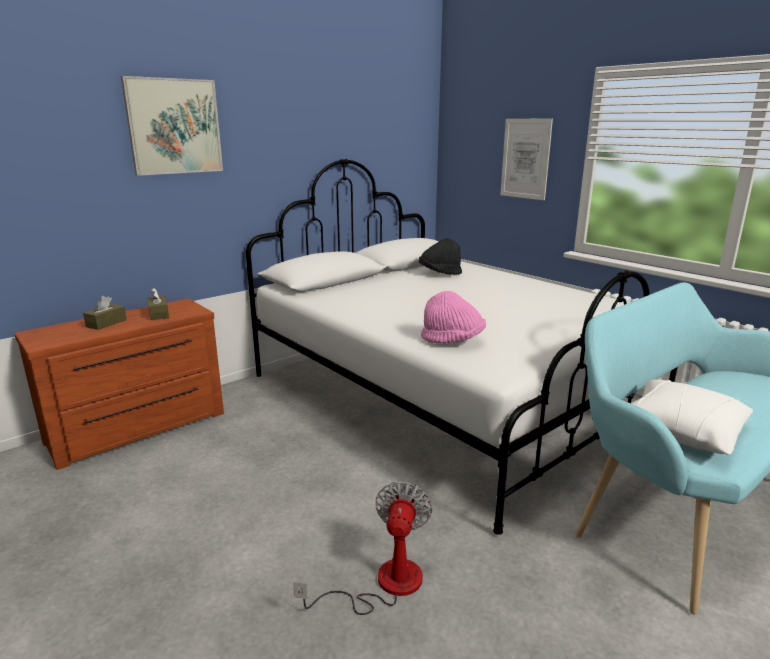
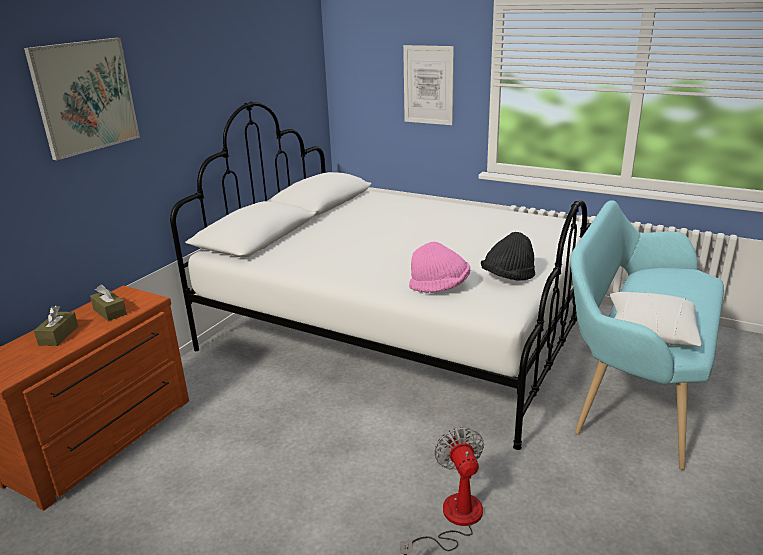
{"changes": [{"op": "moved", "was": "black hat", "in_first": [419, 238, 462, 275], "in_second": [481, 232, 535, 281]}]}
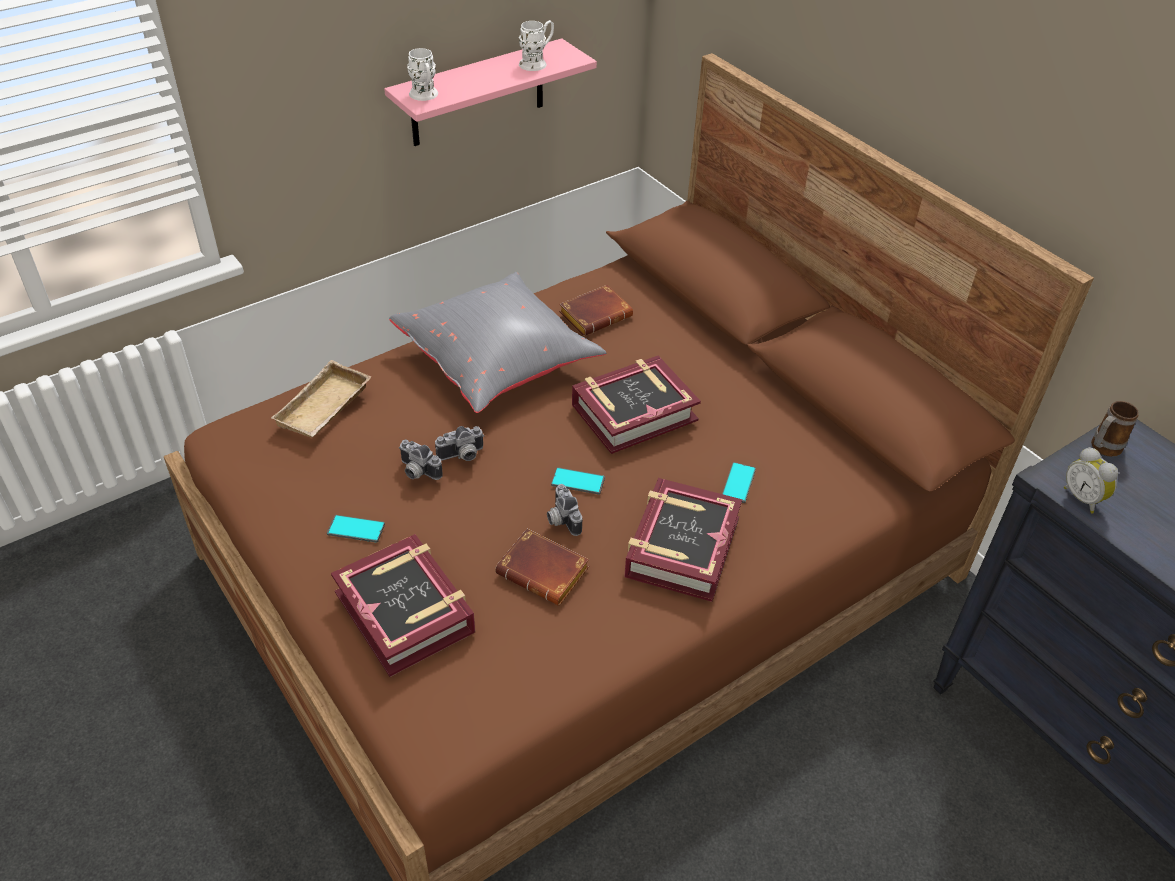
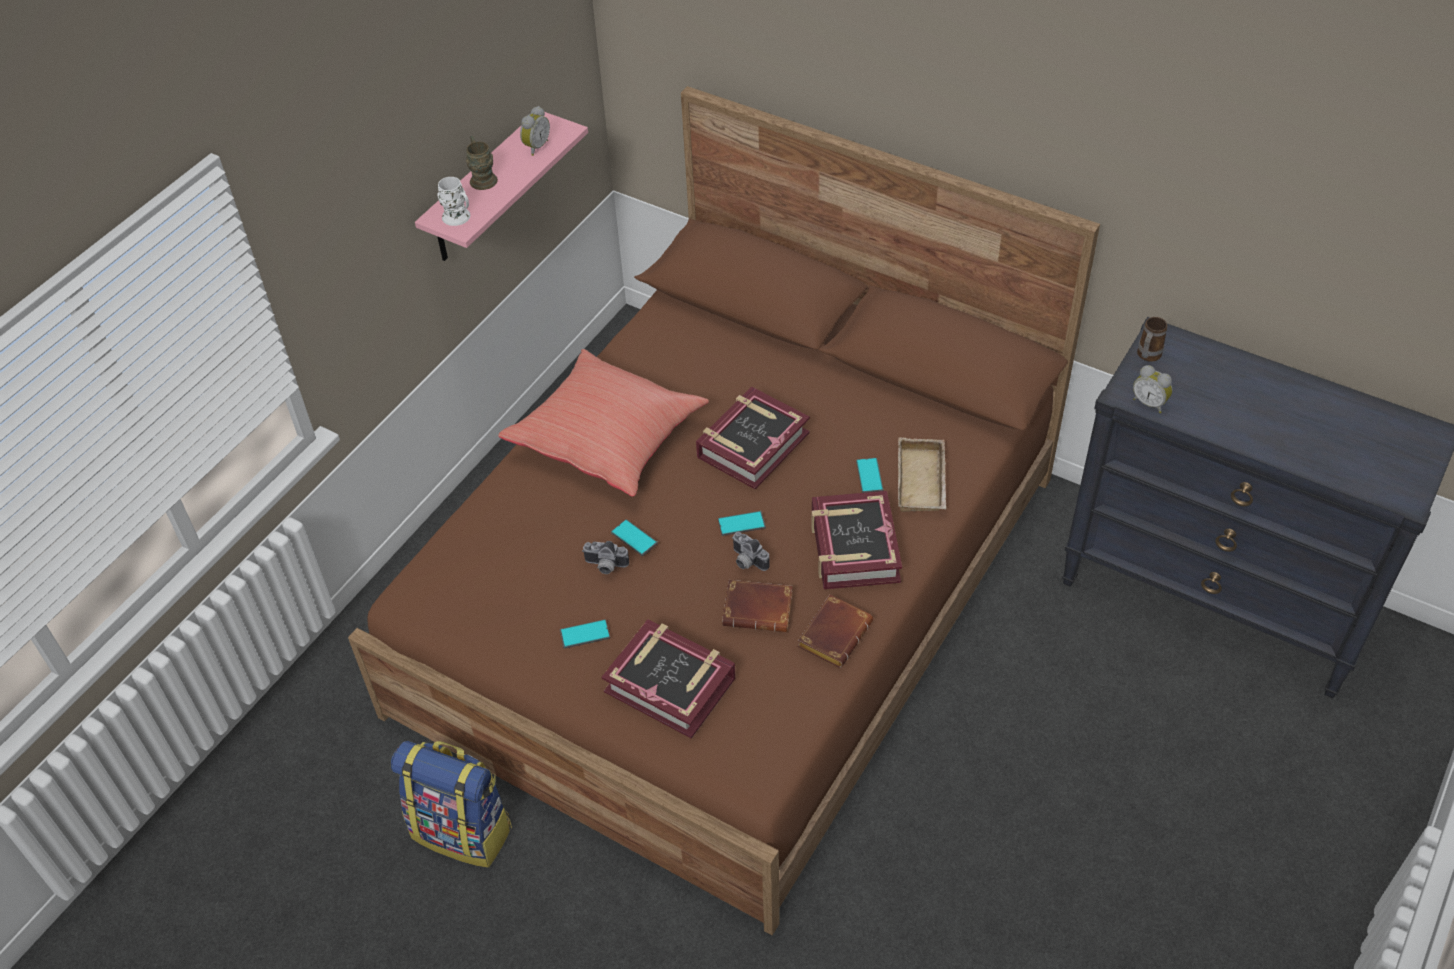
{"changes": [{"op": "added", "now": "backpack", "in_second": [391, 741, 512, 868]}, {"op": "added", "now": "brown mug", "in_second": [466, 136, 498, 190]}, {"op": "recoloured", "was": "grey pillow", "now": "red pillow", "in_first": [389, 272, 606, 413], "in_second": [498, 349, 709, 497]}, {"op": "replaced", "was": "white mug", "now": "alarm clock", "in_first": [519, 20, 554, 71], "in_second": [520, 106, 550, 156]}, {"op": "replaced", "was": "photo camera", "now": "phone", "in_first": [435, 426, 485, 461], "in_second": [611, 519, 658, 556]}, {"op": "moved", "was": "brown book", "in_first": [559, 285, 633, 336], "in_second": [797, 594, 873, 668]}, {"op": "moved", "was": "beige tray", "in_first": [271, 360, 372, 438], "in_second": [898, 437, 946, 512]}]}
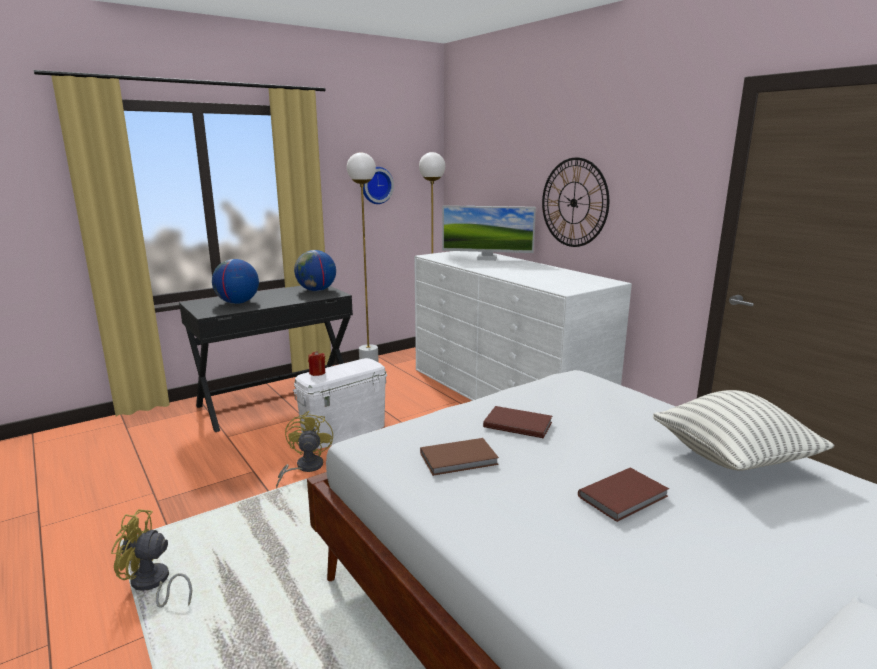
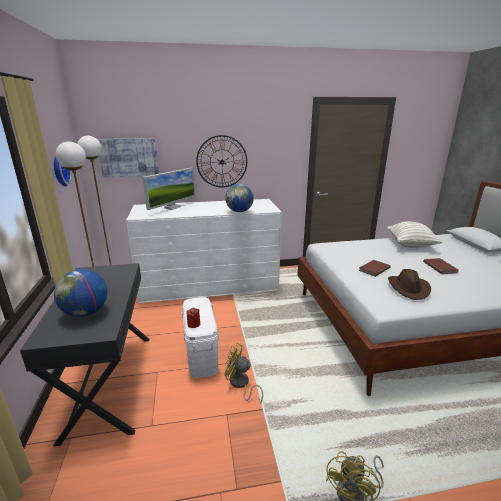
{"changes": [{"op": "added", "now": "picture", "in_second": [97, 138, 159, 177]}, {"op": "moved", "was": "globe", "in_first": [294, 250, 336, 291], "in_second": [225, 184, 254, 212]}, {"op": "replaced", "was": "brown book", "now": "brown hat", "in_first": [420, 438, 499, 476], "in_second": [388, 269, 431, 300]}]}
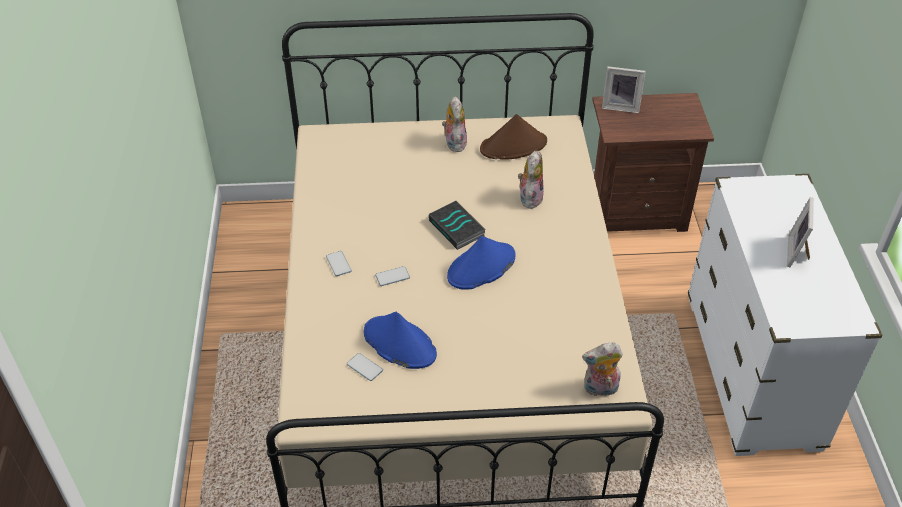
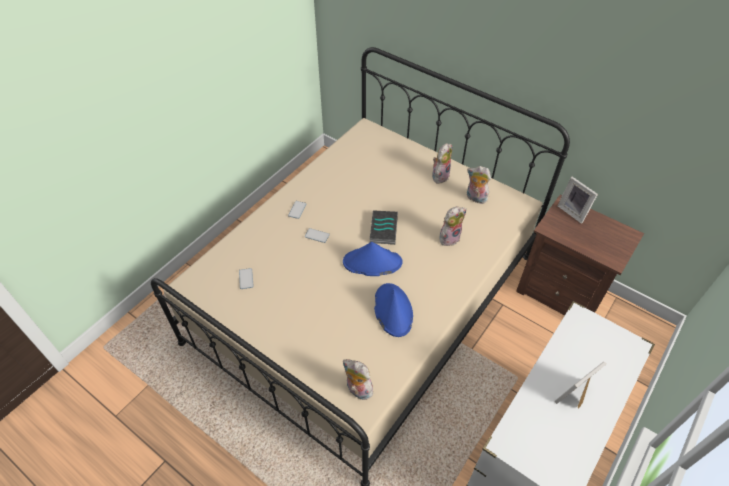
{"changes": [{"op": "moved", "was": "blue hat", "in_first": [364, 312, 437, 369], "in_second": [374, 283, 413, 337]}, {"op": "replaced", "was": "brown hat", "now": "plush toy", "in_first": [480, 114, 547, 160], "in_second": [467, 166, 491, 204]}]}
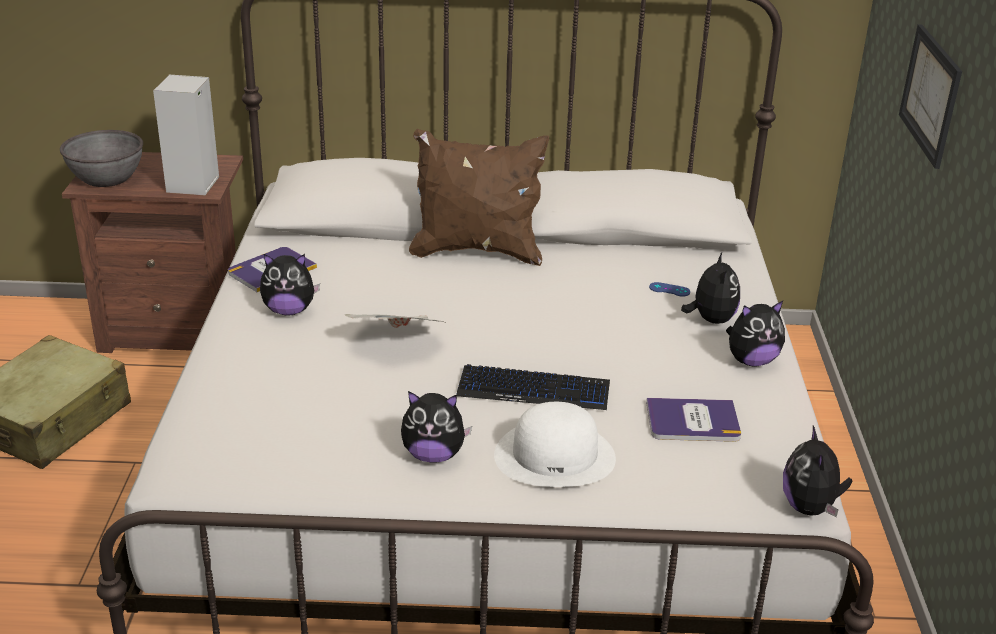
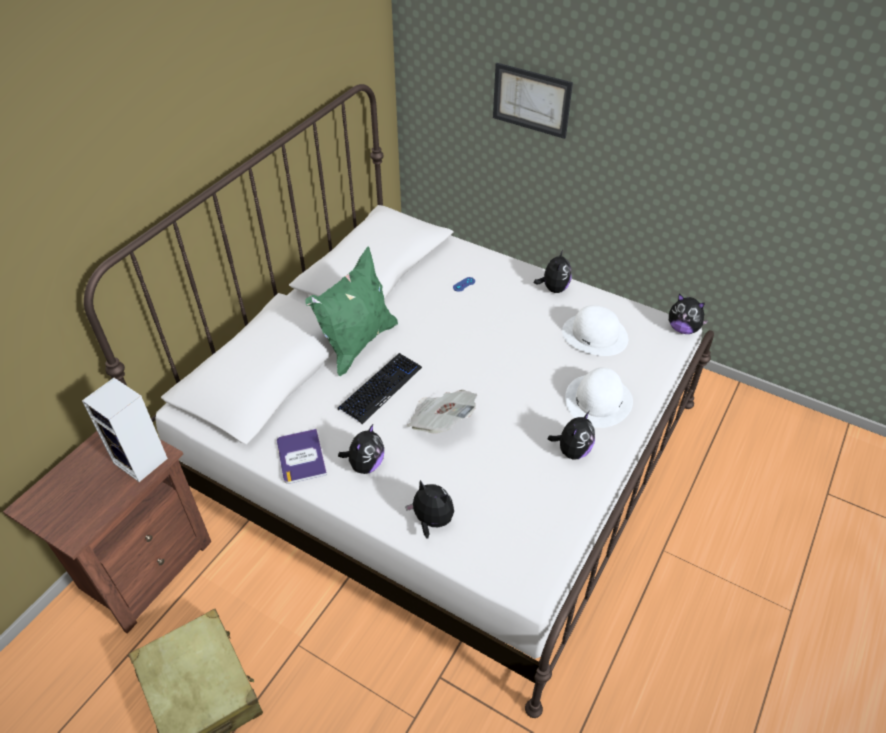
{"changes": [{"op": "recoloured", "was": "brown pillow", "now": "green pillow", "in_first": [409, 129, 549, 266], "in_second": [305, 246, 398, 376]}, {"op": "moved", "was": "keyboard", "in_first": [456, 364, 610, 410], "in_second": [338, 353, 422, 424]}, {"op": "moved", "was": "plush toy", "in_first": [681, 252, 740, 324], "in_second": [405, 480, 454, 539]}, {"op": "replaced", "was": "book", "now": "white hat", "in_first": [646, 398, 741, 442], "in_second": [562, 305, 628, 356]}, {"op": "removed", "was": "grey bowl", "in_first": [60, 130, 143, 187]}]}
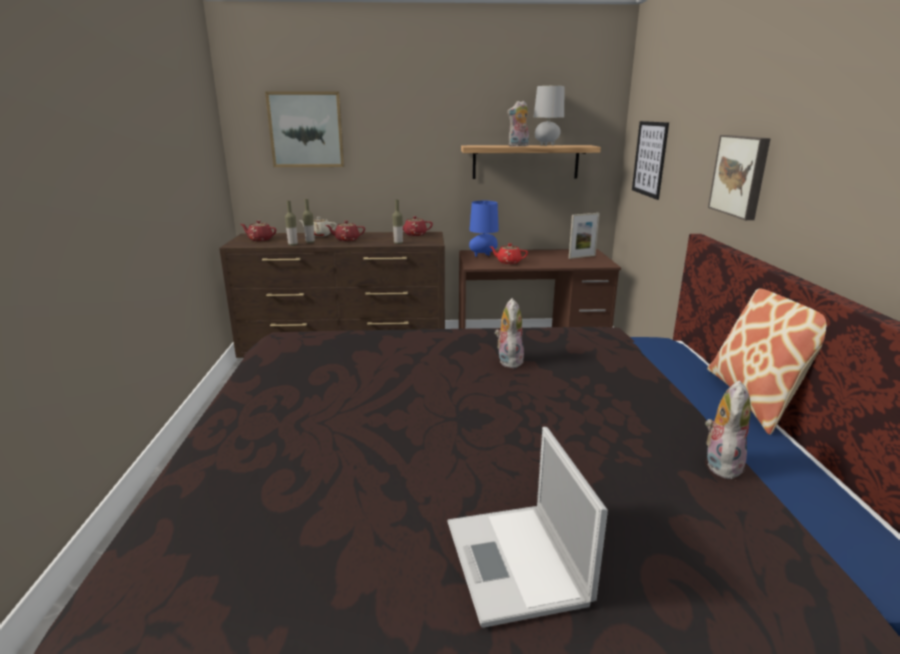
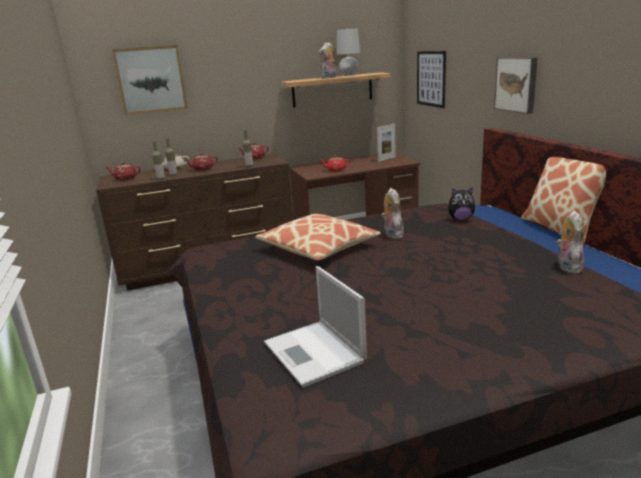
{"changes": [{"op": "added", "now": "pillow", "in_second": [255, 214, 381, 260]}, {"op": "moved", "was": "laptop", "in_first": [447, 427, 608, 628], "in_second": [264, 266, 367, 388]}, {"op": "added", "now": "plush toy", "in_second": [448, 187, 475, 220]}, {"op": "removed", "was": "blue table lamp", "in_first": [469, 201, 499, 257]}]}
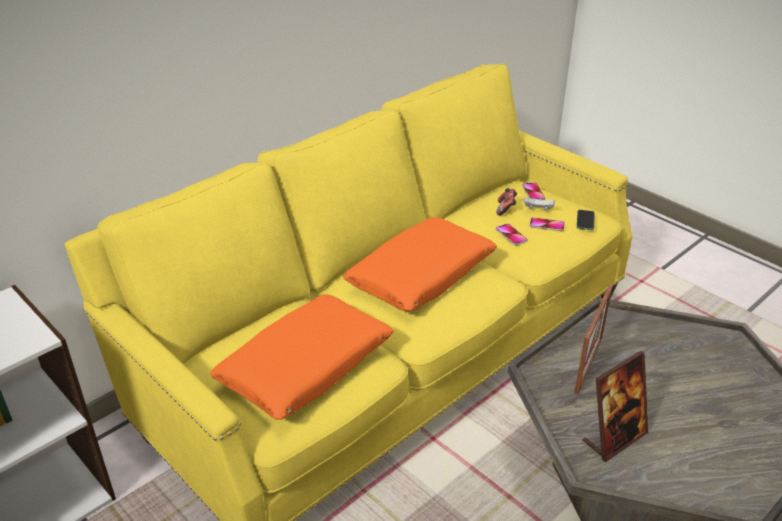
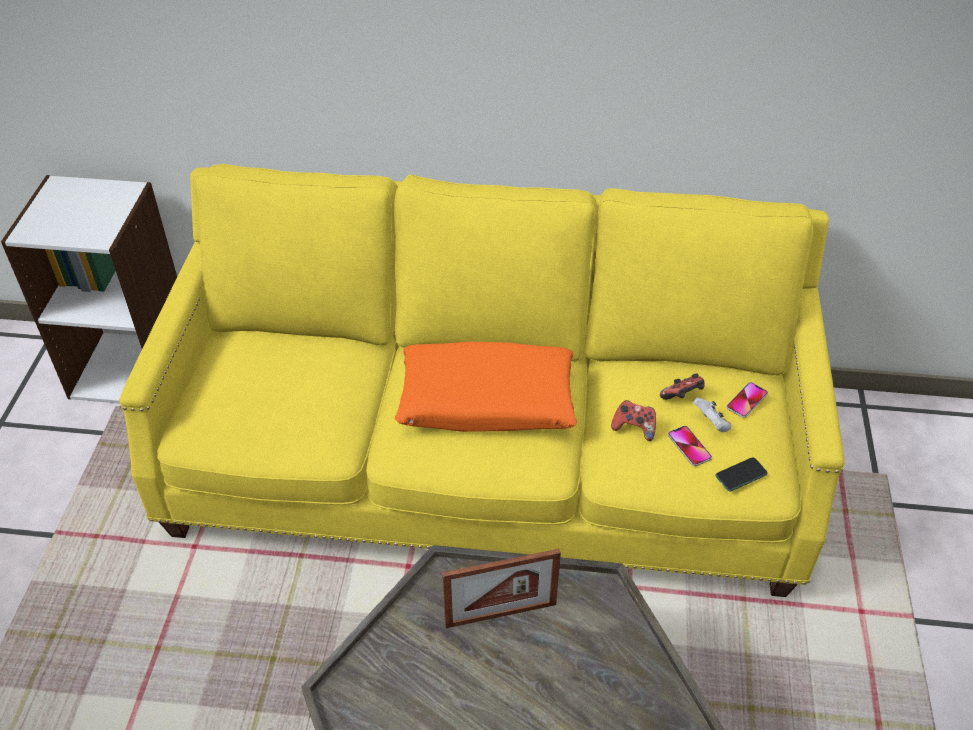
{"changes": [{"op": "replaced", "was": "phone", "now": "game controller", "in_first": [496, 224, 528, 245], "in_second": [611, 400, 656, 441]}, {"op": "removed", "was": "orange pillow", "in_first": [210, 294, 394, 420]}, {"op": "removed", "was": "picture frame", "in_first": [583, 351, 648, 462]}]}
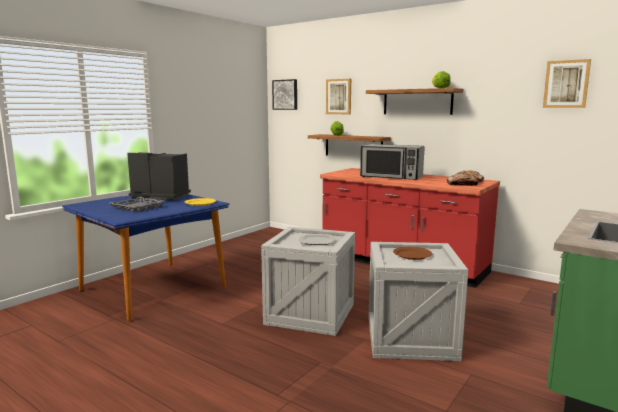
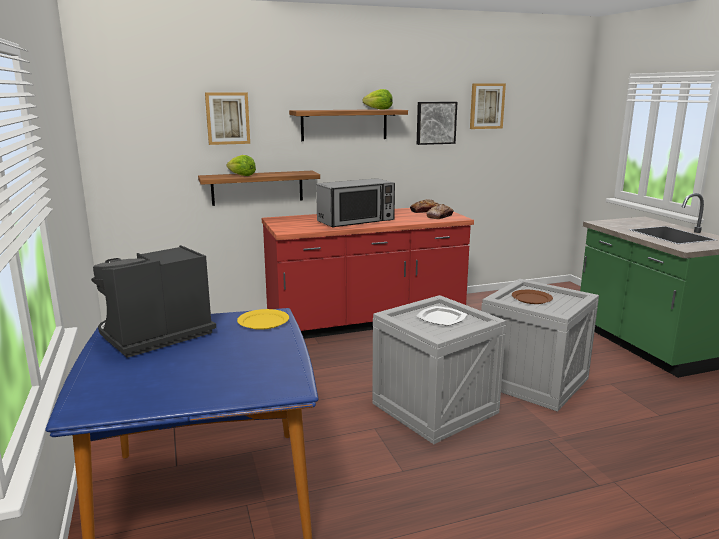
{"changes": [{"op": "moved", "was": "picture", "in_first": [272, 79, 297, 110], "in_second": [417, 102, 457, 145]}, {"op": "removed", "was": "grey tray", "in_first": [109, 197, 166, 212]}]}
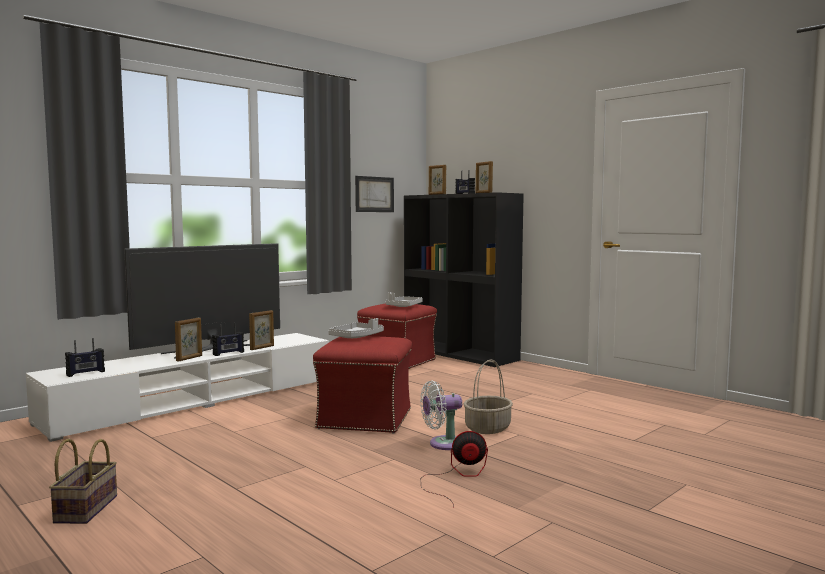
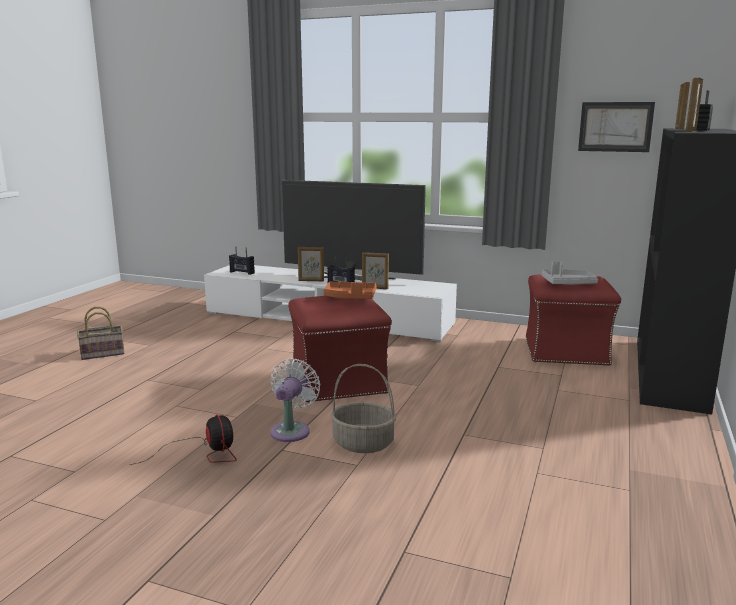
{"changes": [{"op": "turned", "was": "white fan", "in_first": [420, 381, 462, 450], "in_second": [270, 358, 320, 442], "clockwise": 60}, {"op": "recoloured", "was": "grey tray", "now": "orange tray", "in_first": [328, 318, 384, 338], "in_second": [324, 281, 377, 299]}]}
